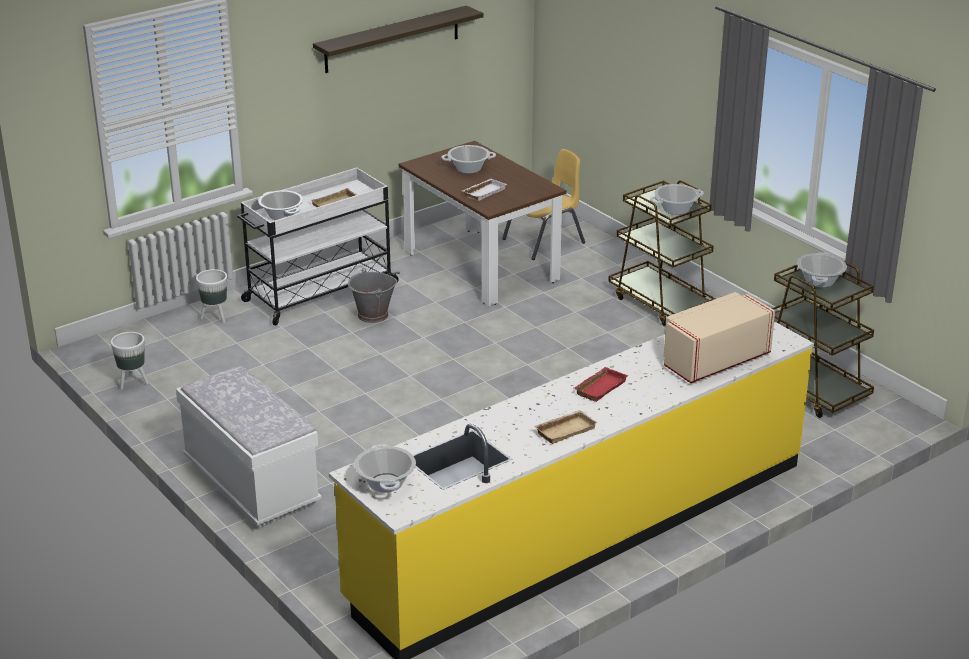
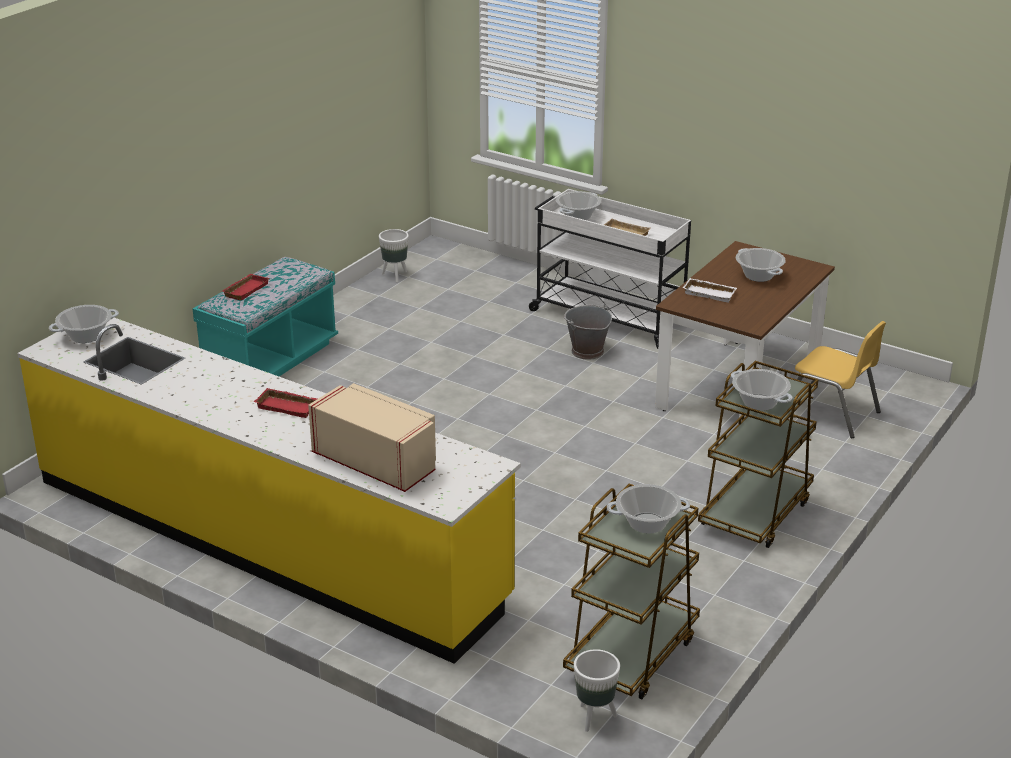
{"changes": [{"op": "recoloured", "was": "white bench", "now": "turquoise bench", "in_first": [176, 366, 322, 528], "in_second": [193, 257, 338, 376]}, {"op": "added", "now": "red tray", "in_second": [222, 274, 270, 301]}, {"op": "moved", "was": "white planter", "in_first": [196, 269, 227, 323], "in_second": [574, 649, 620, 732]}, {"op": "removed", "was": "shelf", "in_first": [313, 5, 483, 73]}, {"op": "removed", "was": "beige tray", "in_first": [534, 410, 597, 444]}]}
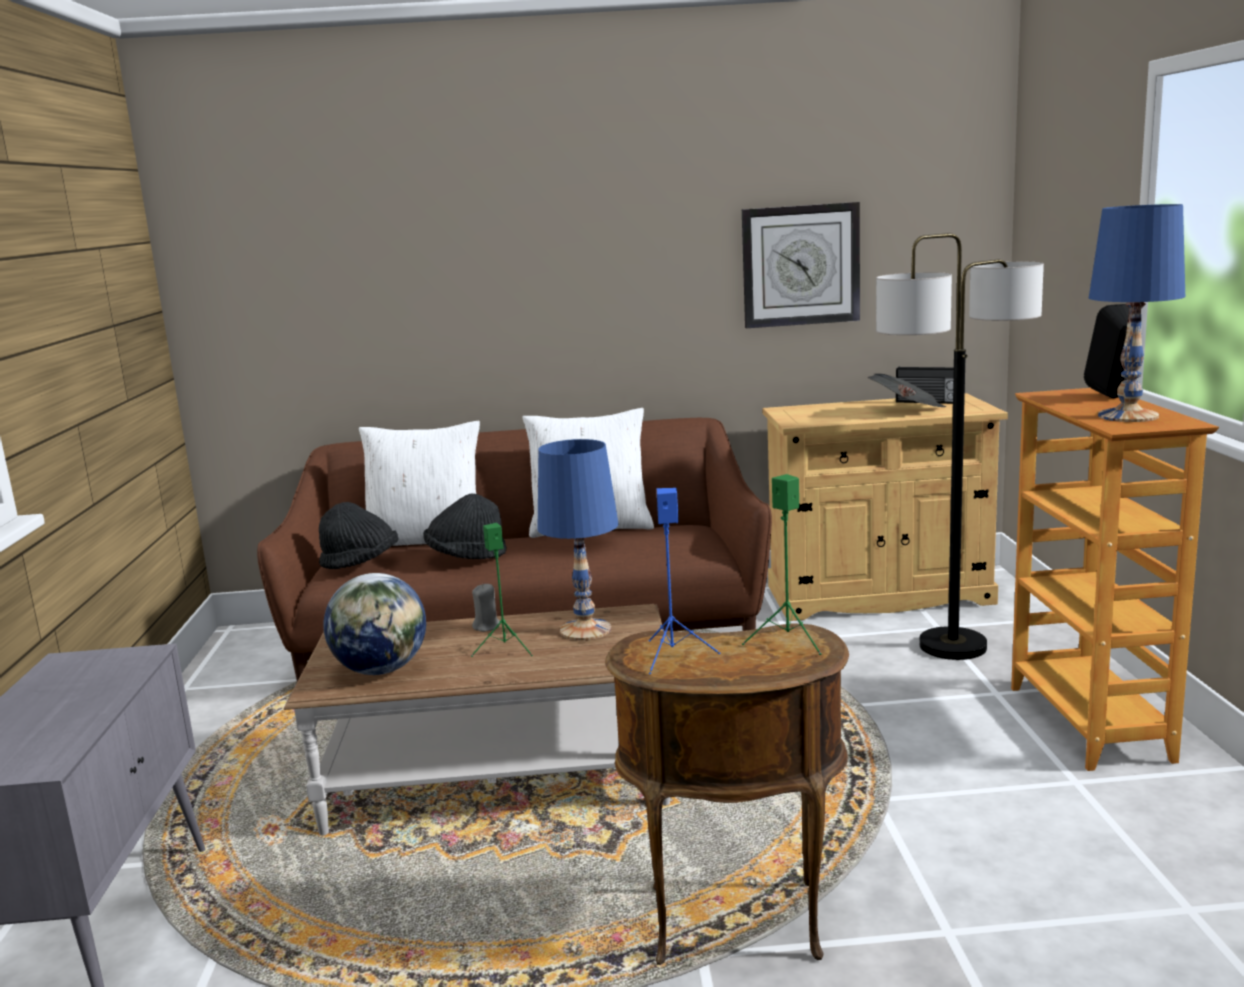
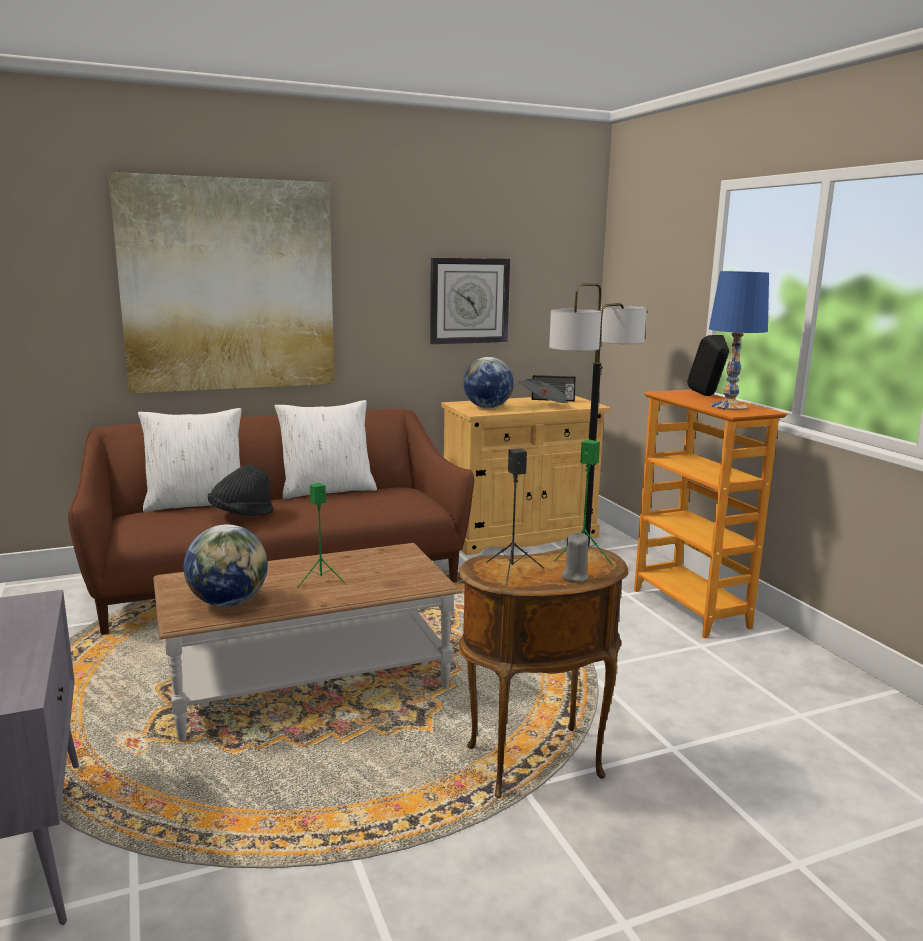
{"changes": [{"op": "added", "now": "picture", "in_second": [108, 172, 334, 393]}, {"op": "added", "now": "globe", "in_second": [463, 357, 514, 408]}, {"op": "recoloured", "was": "blue speaker", "now": "black speaker", "in_first": [649, 488, 720, 674], "in_second": [486, 449, 544, 585]}, {"op": "moved", "was": "grey candle", "in_first": [472, 584, 500, 632], "in_second": [561, 533, 589, 582]}, {"op": "removed", "was": "black hat", "in_first": [319, 502, 399, 569]}, {"op": "removed", "was": "blue table lamp", "in_first": [538, 439, 619, 640]}]}
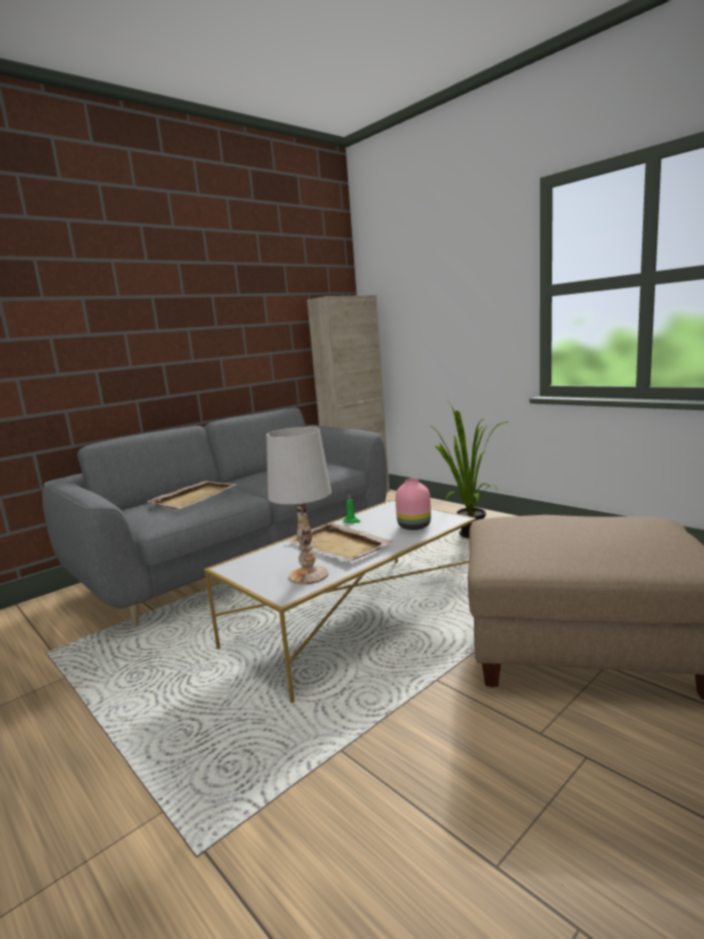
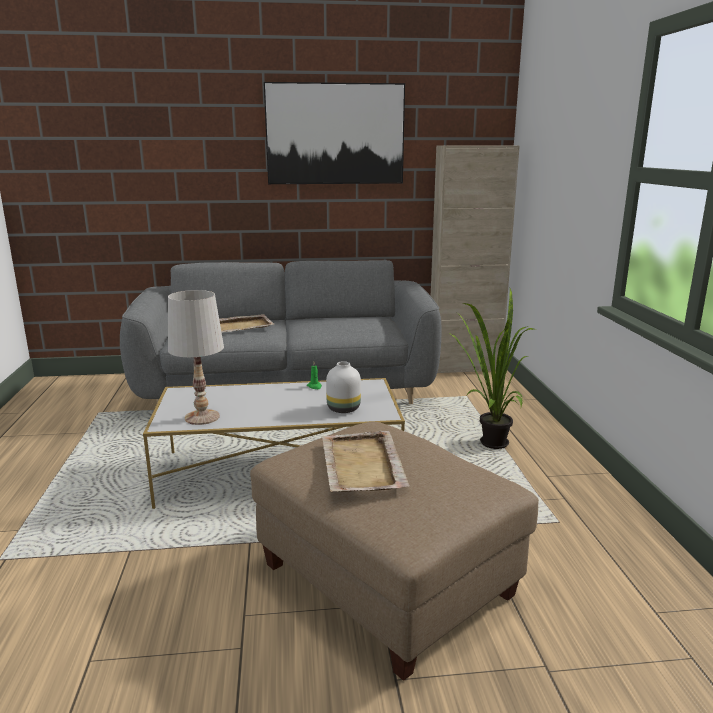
{"changes": [{"op": "added", "now": "picture", "in_second": [264, 82, 405, 184]}, {"op": "moved", "was": "beige tray", "in_first": [287, 522, 393, 561], "in_second": [322, 431, 410, 492]}, {"op": "recoloured", "was": "pink vase", "now": "white vase", "in_first": [395, 478, 431, 530], "in_second": [326, 361, 361, 413]}]}
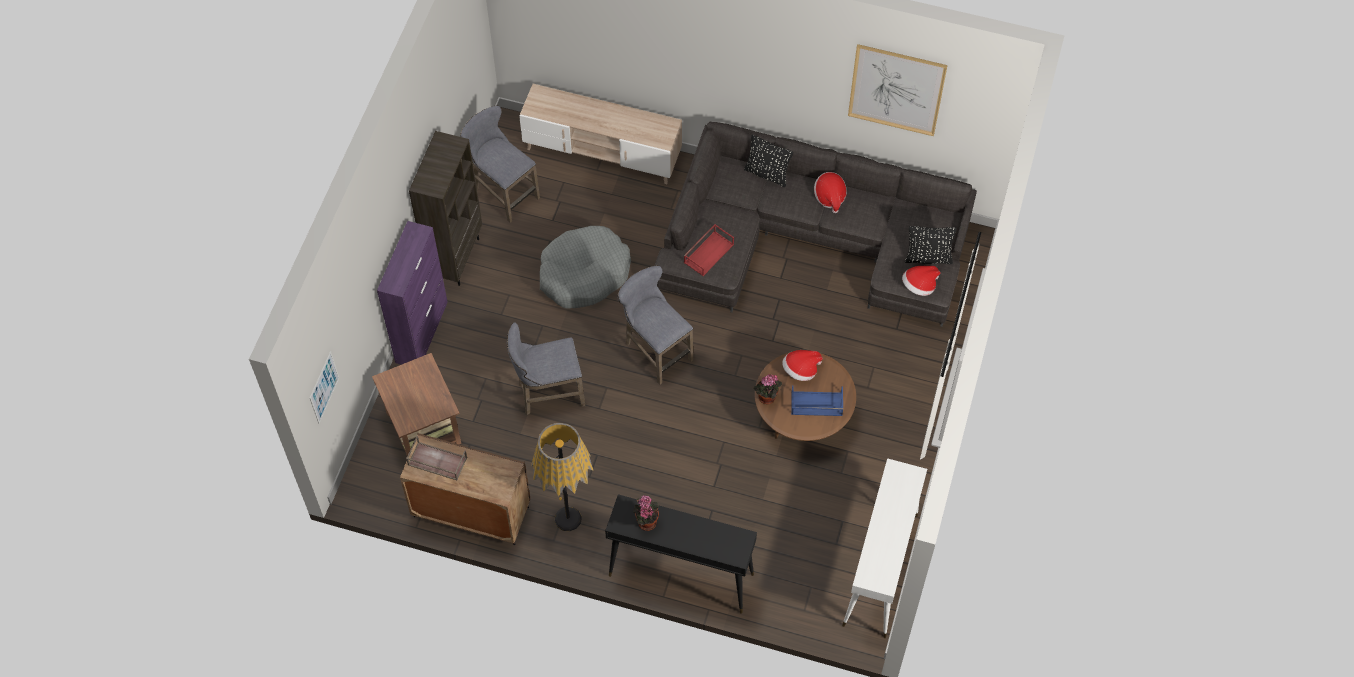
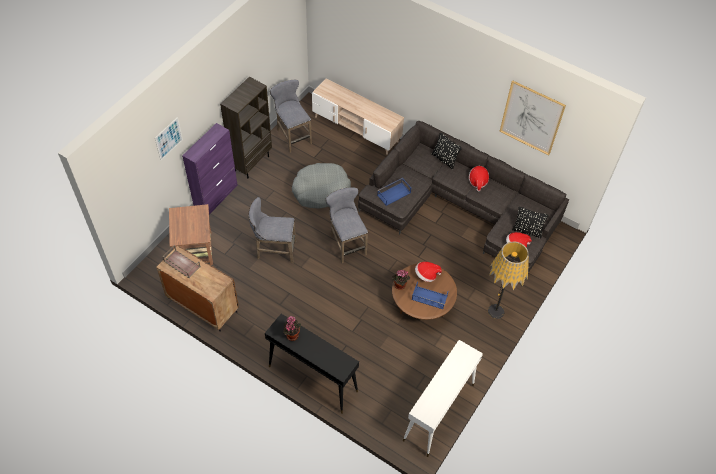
{"changes": [{"op": "moved", "was": "picture", "in_first": [310, 351, 339, 424], "in_second": [155, 117, 183, 160]}, {"op": "recoloured", "was": "red tray", "now": "blue tray", "in_first": [684, 224, 734, 276], "in_second": [377, 178, 411, 206]}, {"op": "moved", "was": "floor lamp", "in_first": [531, 423, 594, 531], "in_second": [488, 242, 529, 319]}]}
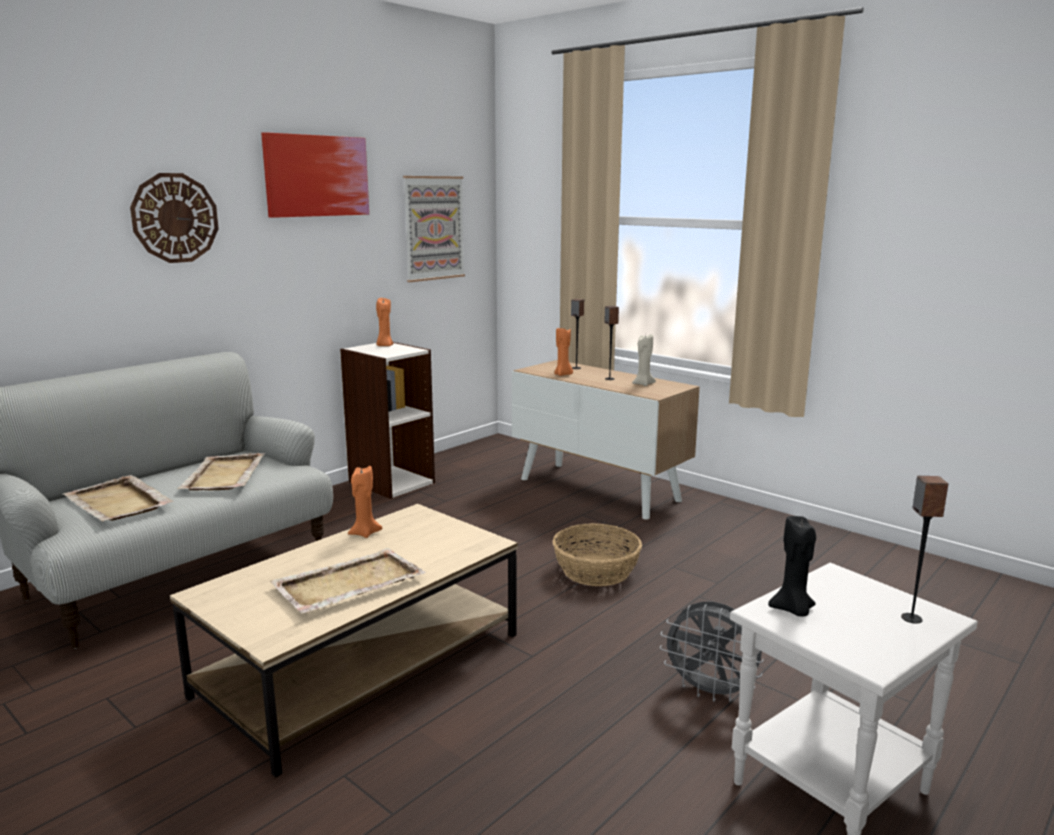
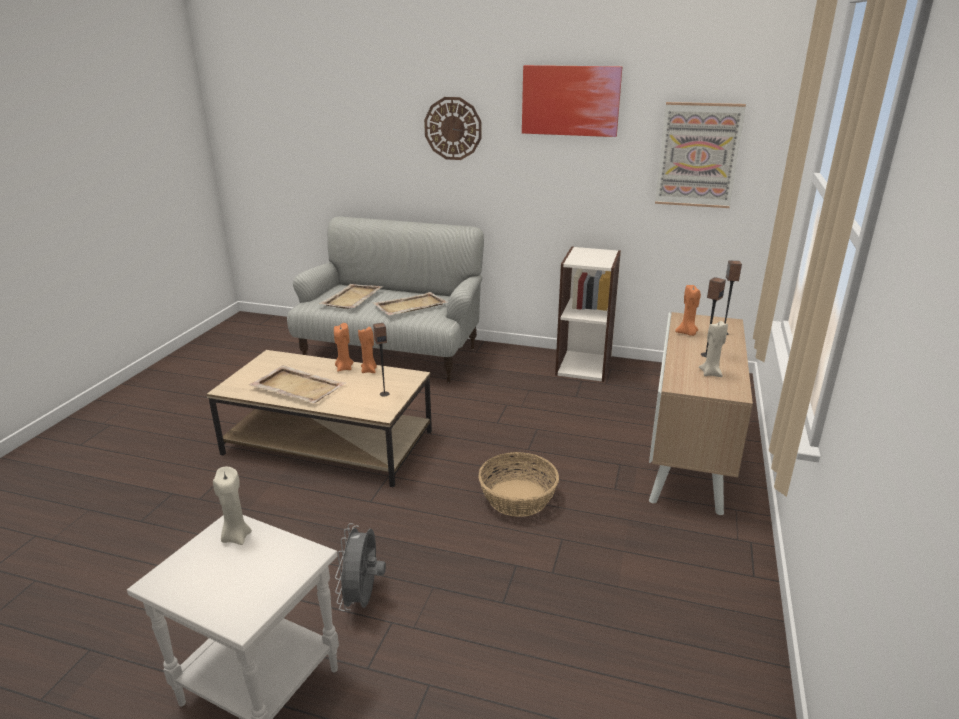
{"changes": [{"op": "recoloured", "was": "black candle", "now": "beige candle", "in_first": [768, 516, 816, 617], "in_second": [213, 467, 252, 545]}, {"op": "moved", "was": "orange candle", "in_first": [376, 298, 393, 346], "in_second": [334, 323, 354, 372]}, {"op": "moved", "was": "speaker", "in_first": [901, 476, 948, 624], "in_second": [373, 323, 390, 397]}]}
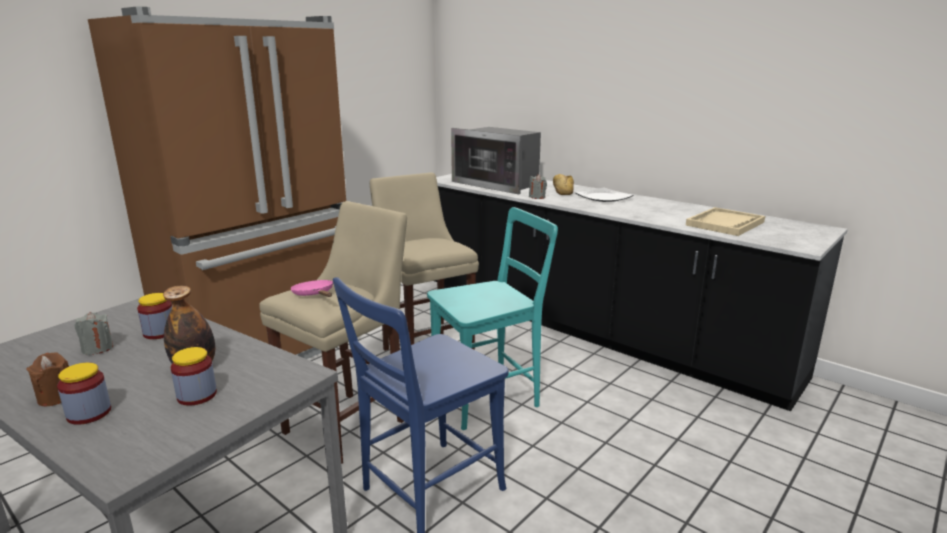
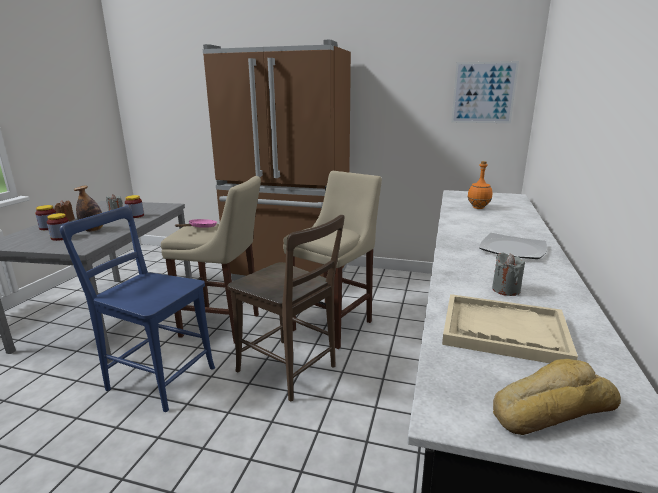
{"changes": [{"op": "recoloured", "was": "turquoise chair", "now": "brown chair", "in_first": [427, 207, 558, 430], "in_second": [228, 215, 345, 401]}, {"op": "added", "now": "picture", "in_second": [451, 61, 519, 123]}, {"op": "replaced", "was": "microwave", "now": "orange bottle", "in_first": [451, 127, 541, 194], "in_second": [467, 161, 492, 209]}, {"op": "moved", "was": "grey candle", "in_first": [529, 174, 547, 199], "in_second": [492, 253, 525, 296]}, {"op": "moved", "was": "bread", "in_first": [553, 174, 574, 195], "in_second": [493, 359, 621, 435]}]}
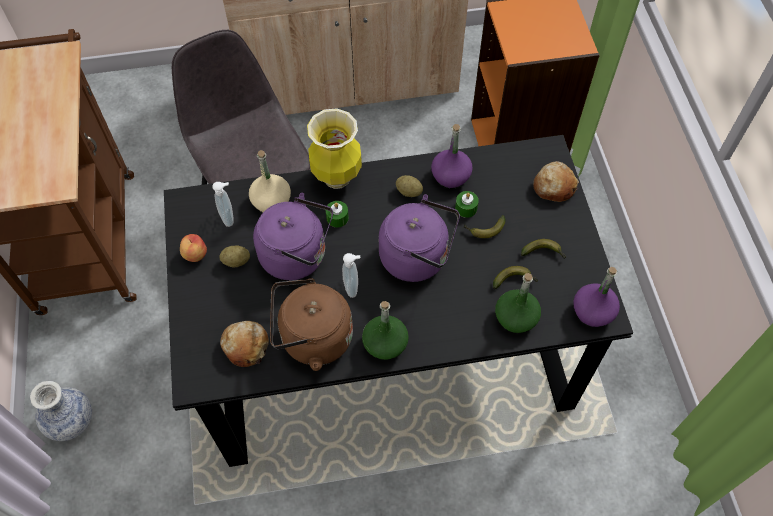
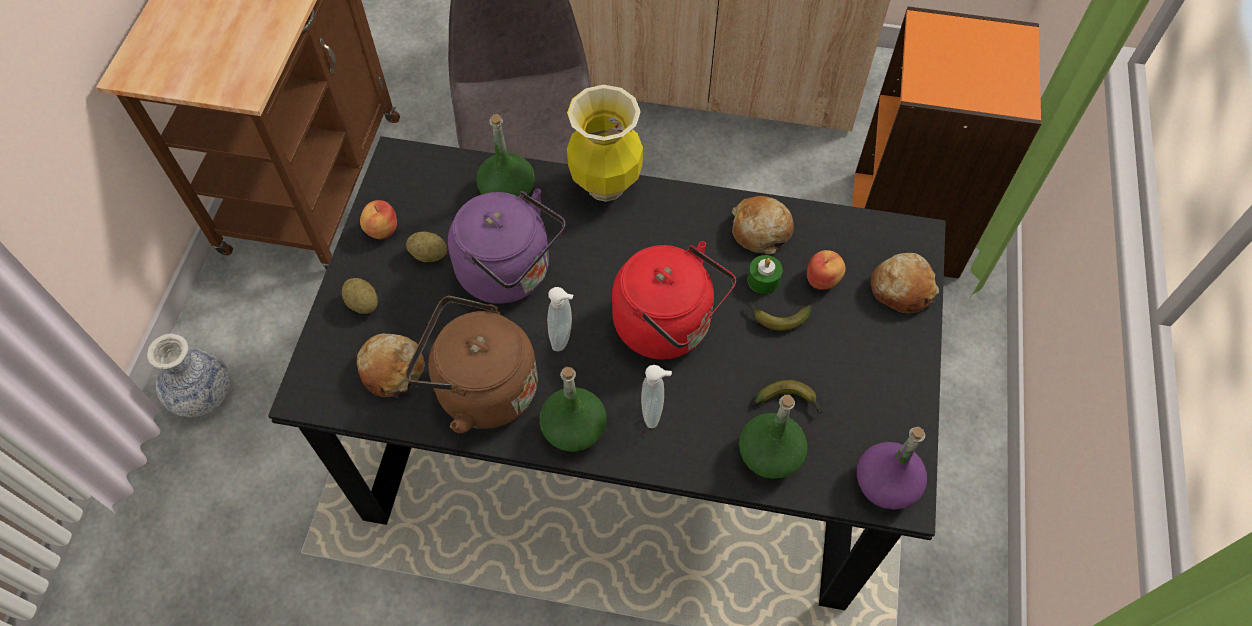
{"changes": [{"op": "moved", "was": "potato", "in_first": [396, 175, 423, 197], "in_second": [342, 278, 378, 314]}, {"op": "recoloured", "was": "beige bottle", "now": "green bottle", "in_first": [249, 150, 291, 212], "in_second": [476, 114, 535, 201]}, {"op": "recoloured", "was": "purple kettle", "now": "red kettle", "in_first": [379, 194, 460, 282], "in_second": [612, 241, 736, 359]}, {"op": "moved", "was": "soap dispenser", "in_first": [212, 182, 234, 227], "in_second": [641, 365, 672, 428]}, {"op": "replaced", "was": "purple bottle", "now": "bread", "in_first": [431, 124, 473, 189], "in_second": [732, 196, 794, 254]}, {"op": "added", "now": "apple", "in_second": [807, 250, 845, 290]}, {"op": "removed", "was": "green candle", "in_first": [326, 201, 349, 227]}, {"op": "removed", "was": "banana", "in_first": [521, 239, 566, 259]}]}
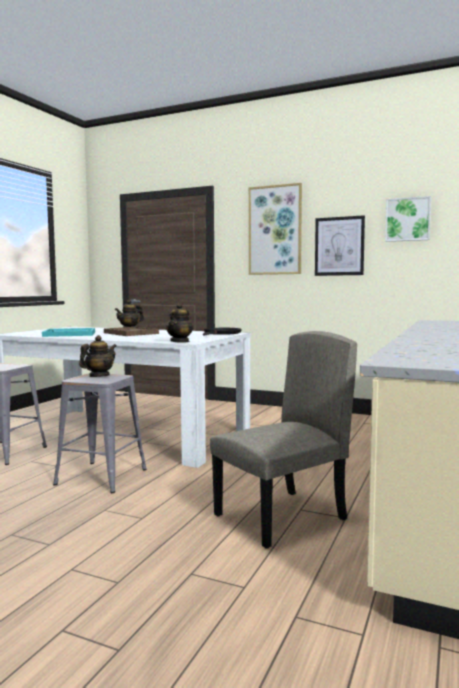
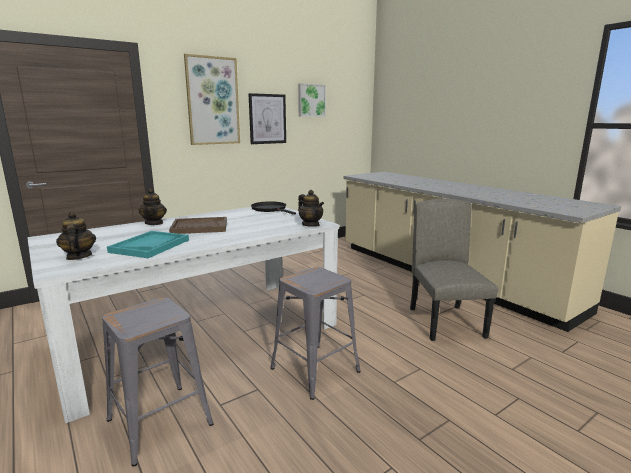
{"changes": [{"op": "moved", "was": "teapot", "in_first": [79, 335, 117, 377], "in_second": [56, 212, 96, 260]}]}
